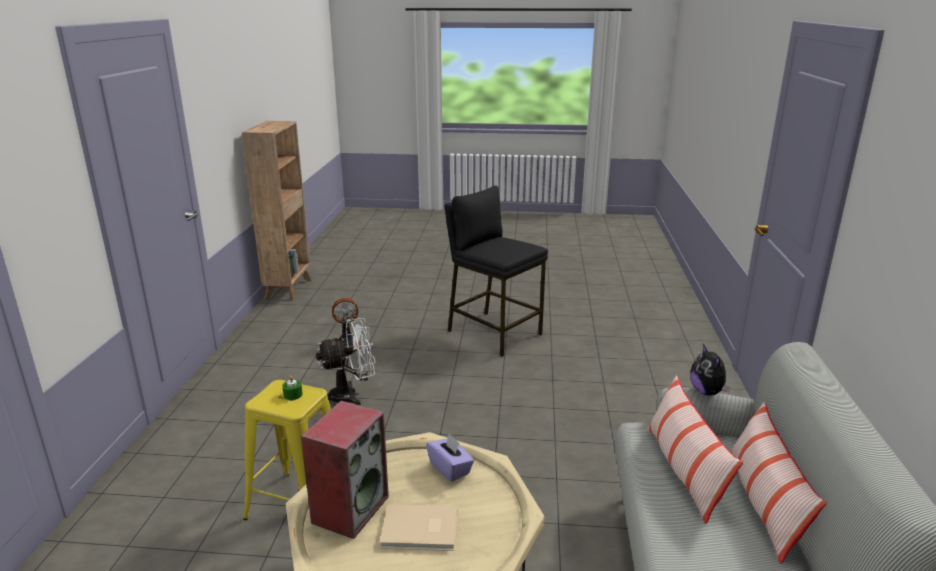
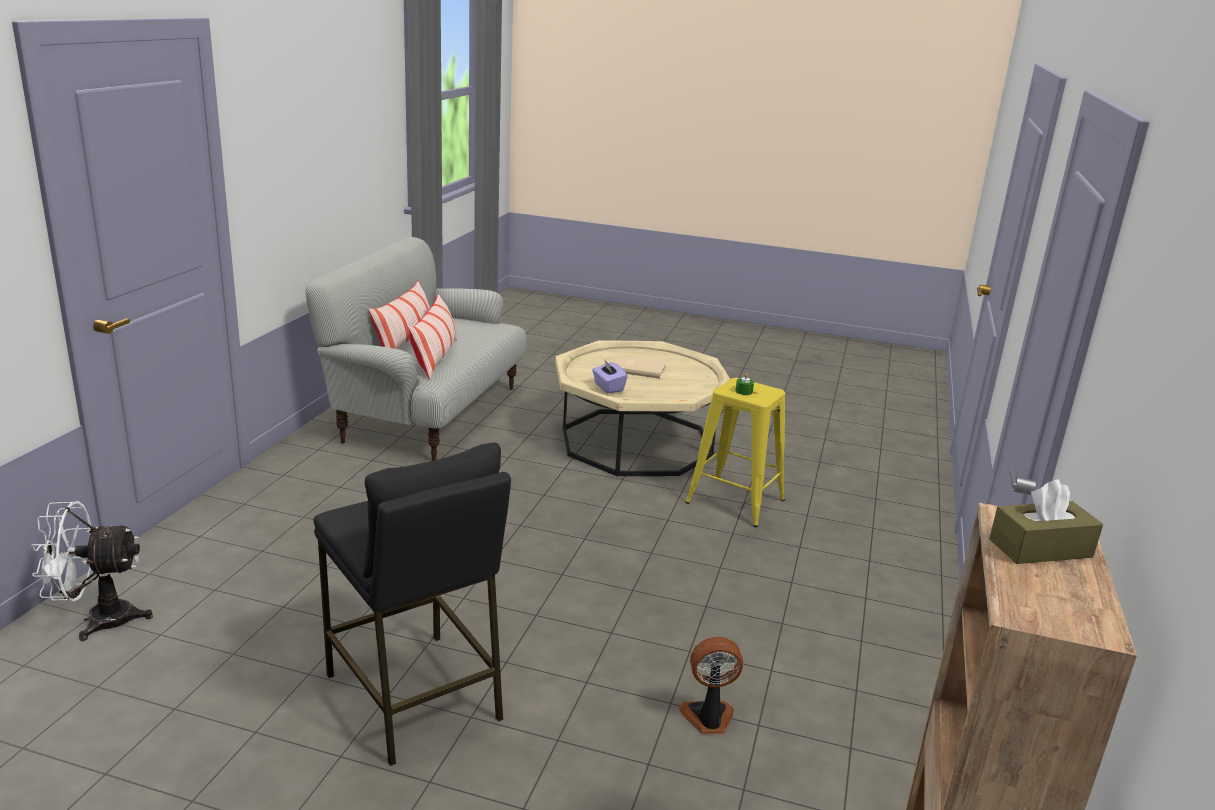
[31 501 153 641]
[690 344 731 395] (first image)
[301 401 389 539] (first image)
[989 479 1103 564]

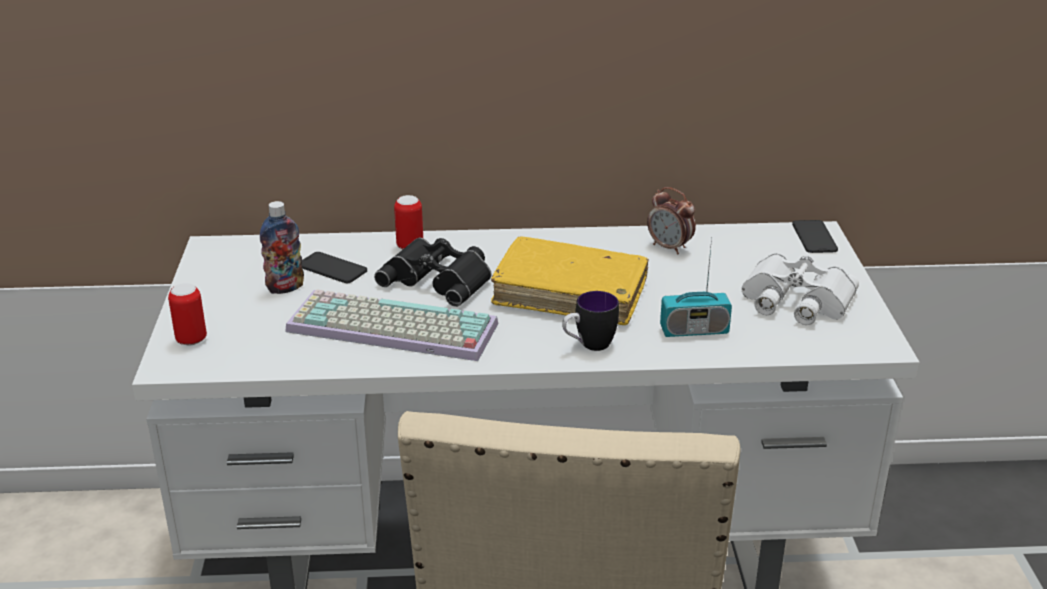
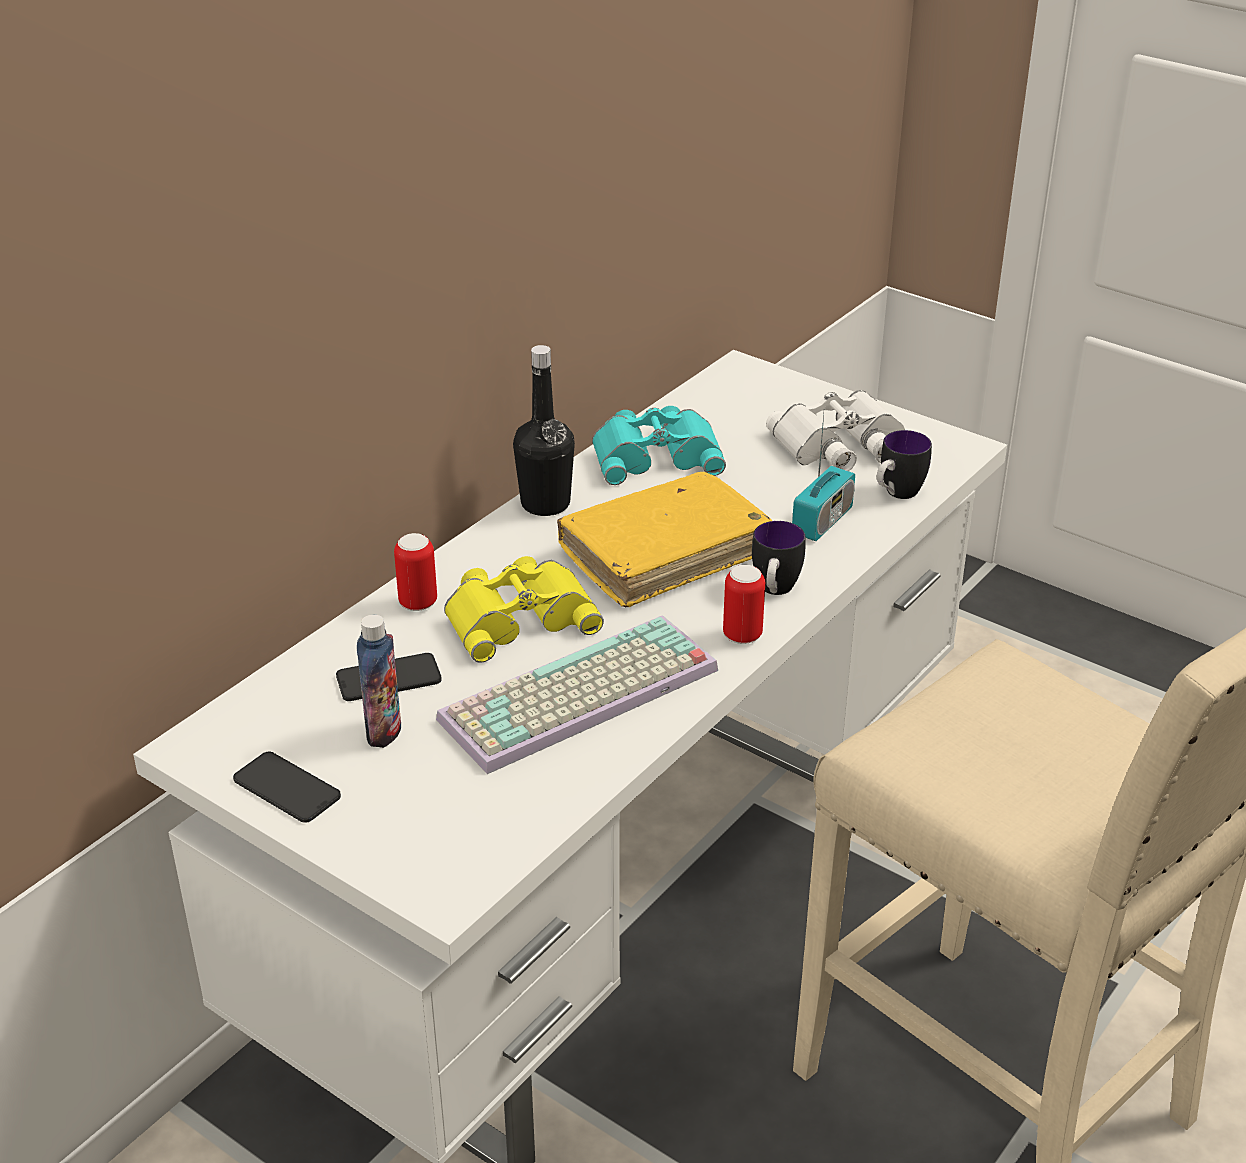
[592 406 726 485]
[233 752 341 823]
[444 556 604 662]
[723 565 765 644]
[513 345 575 516]
[877 430 932 499]

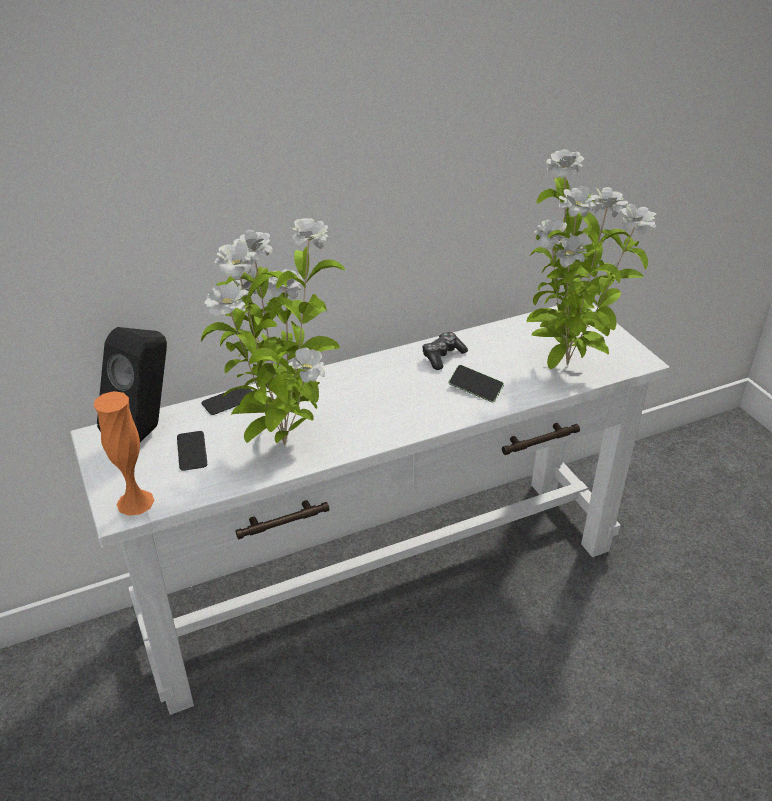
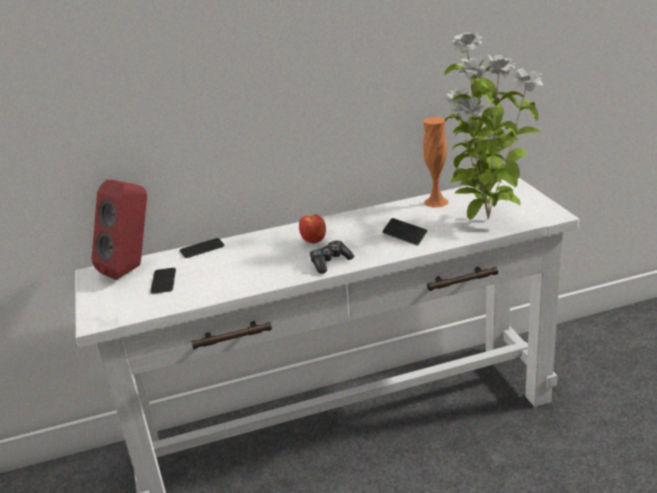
[201 218 345 445] (first image)
[92 180 147 280]
[310 241 354 274]
[423 117 449 208]
[299 214 326 244]

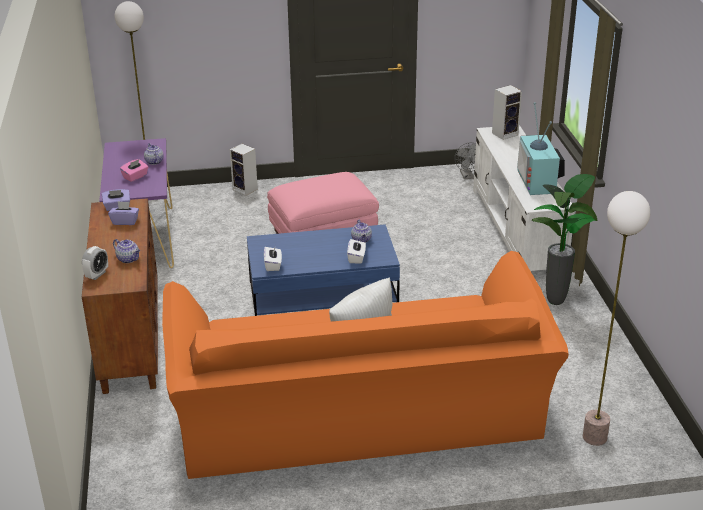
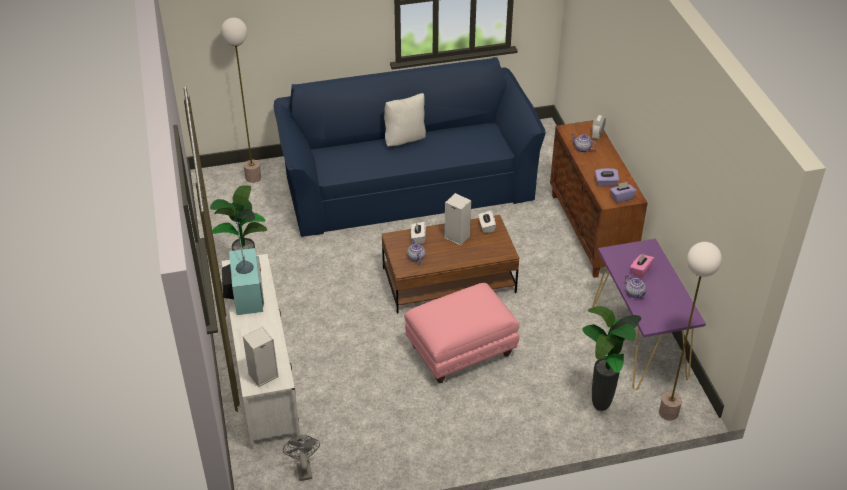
[444 193 472 246]
[382 215 519 314]
[274 57 546 237]
[582 306 641 411]

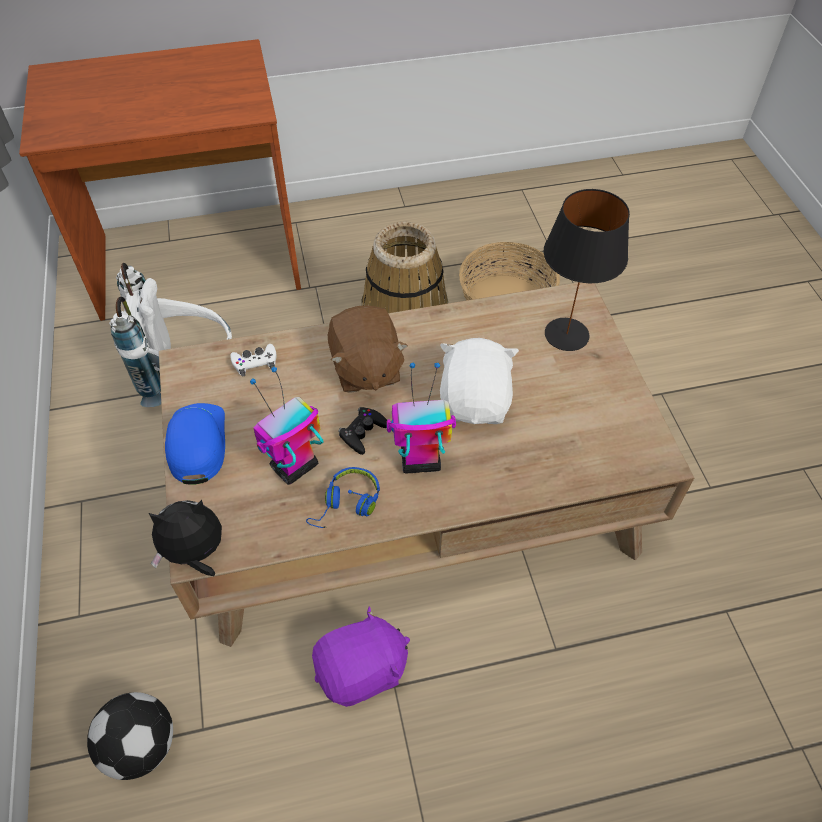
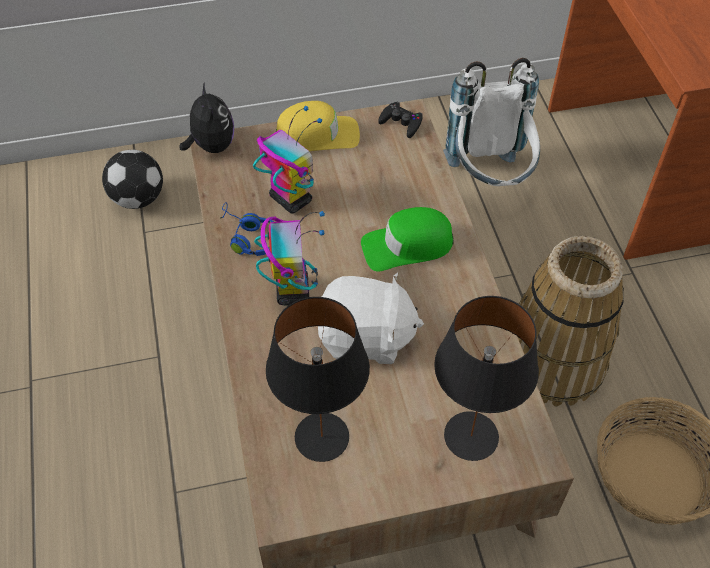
[361 207 454 271]
[230 344 277 377] (first image)
[276 101 360 151]
[378 102 423 138]
[312 607 410 707] (first image)
[266 297 370 462]

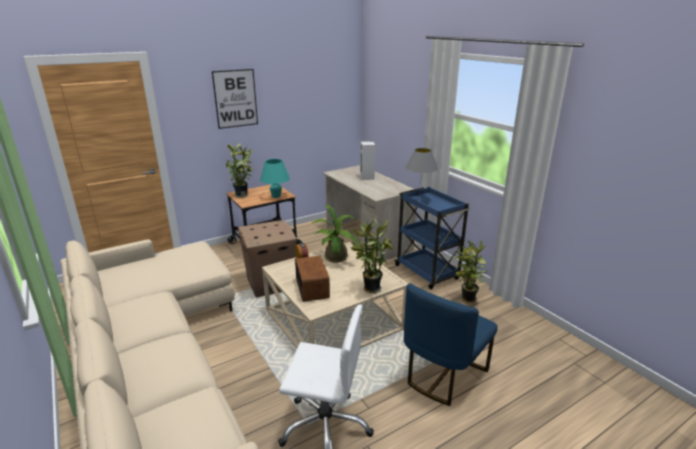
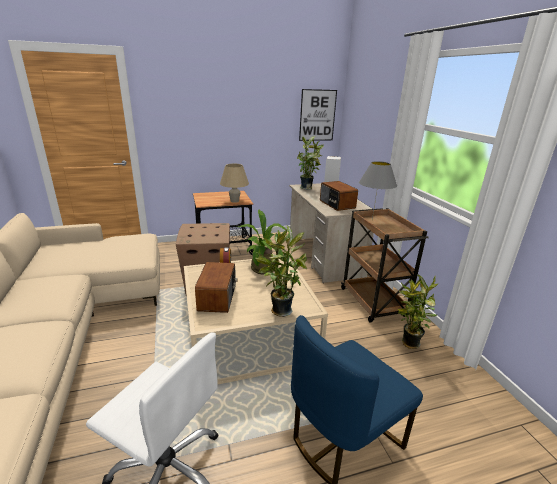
[299 89 337 141]
[297 137 324 190]
[220 164 249 203]
[341 208 429 323]
[320 181 358 211]

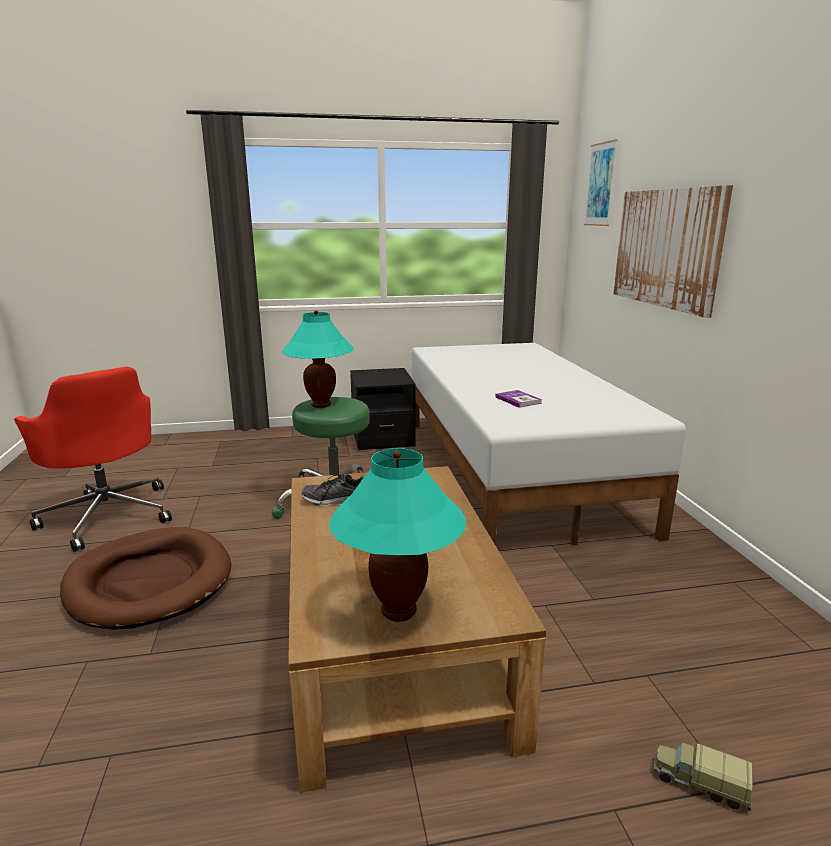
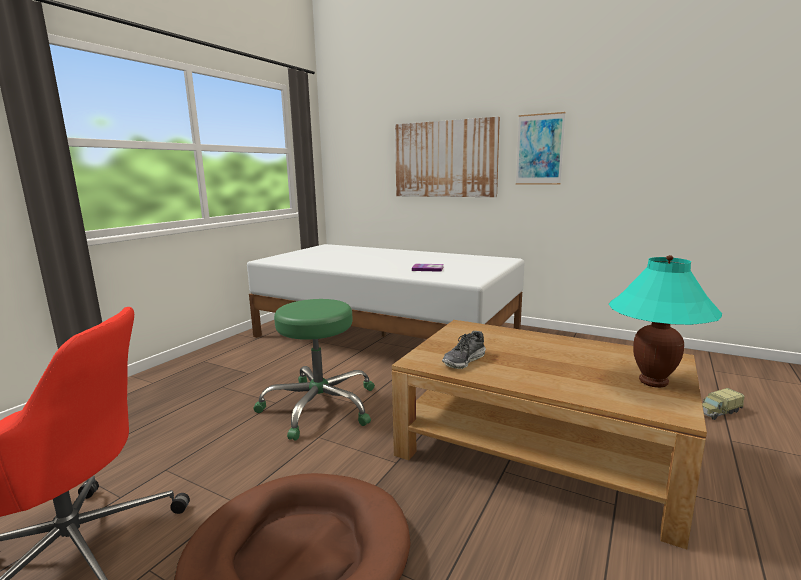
[516 112 565 185]
[282 310 354 408] (first image)
[350 368 416 450] (first image)

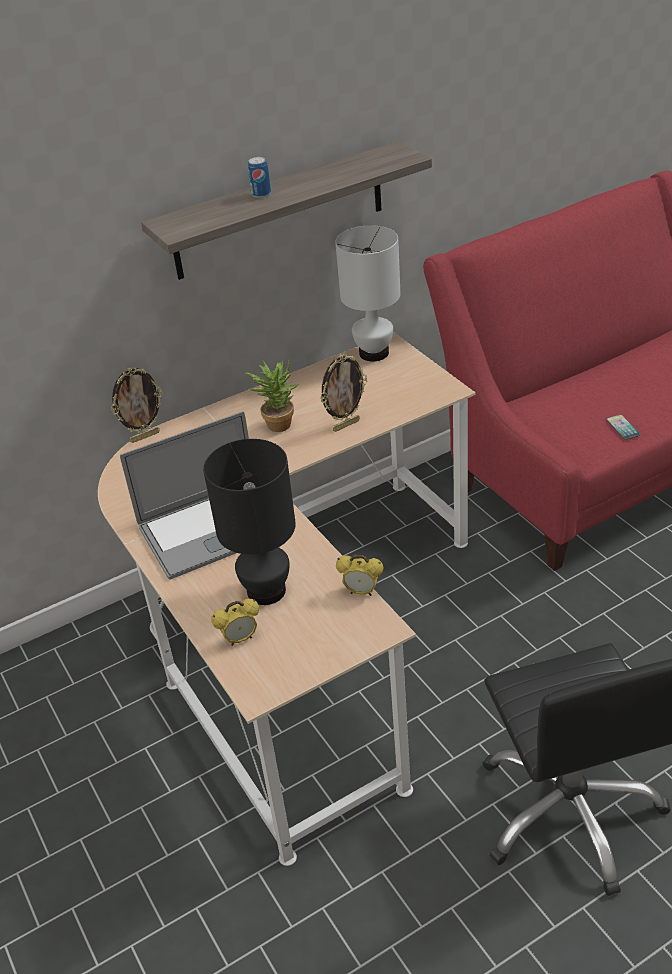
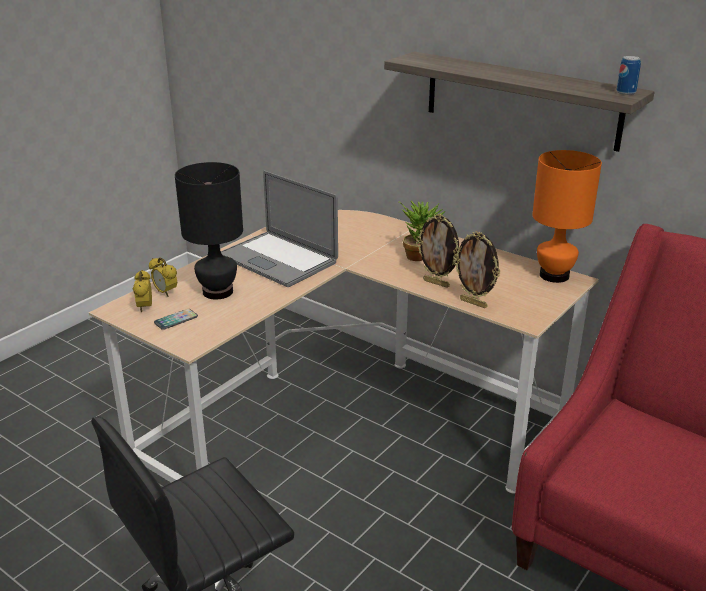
[616 56 641 95]
[532 150 602 283]
[453 231 500 308]
[154 309 198 330]
[133 270 152 313]

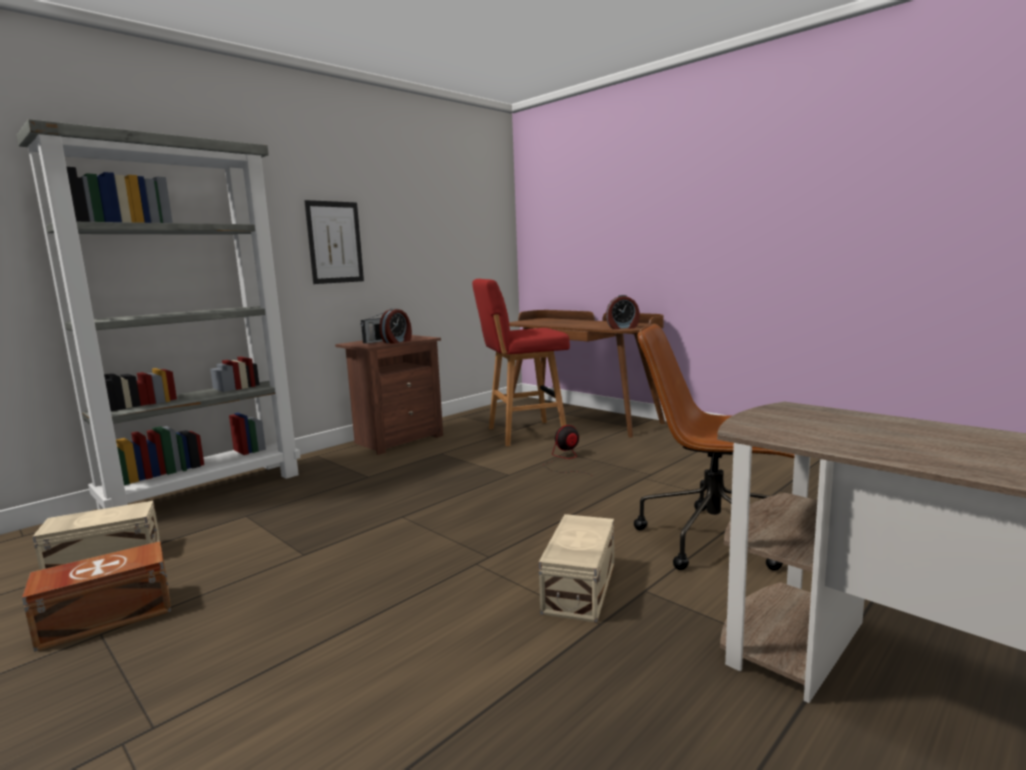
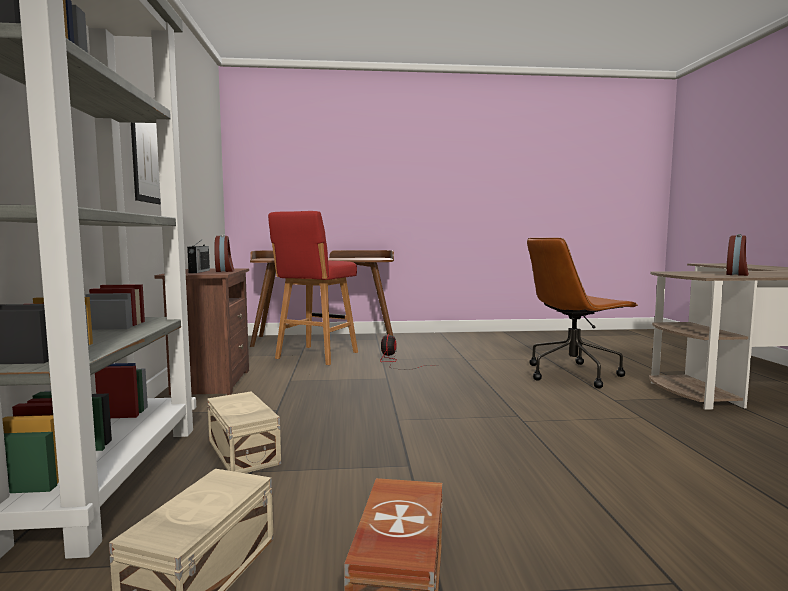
[726 234 749 276]
[207 391 281 473]

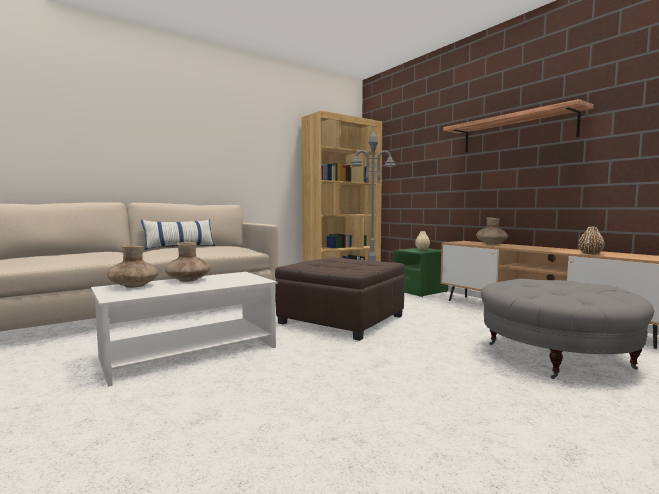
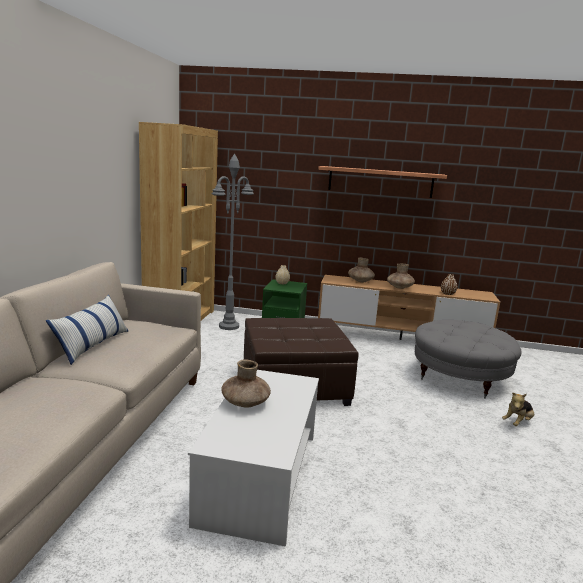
[387 264 415 289]
[502 393 534 426]

